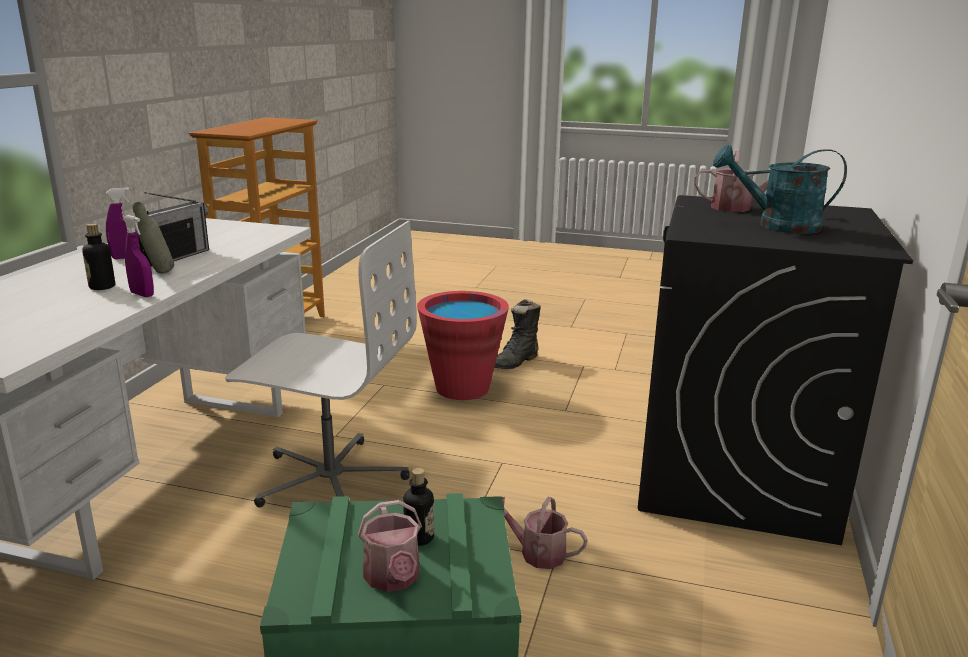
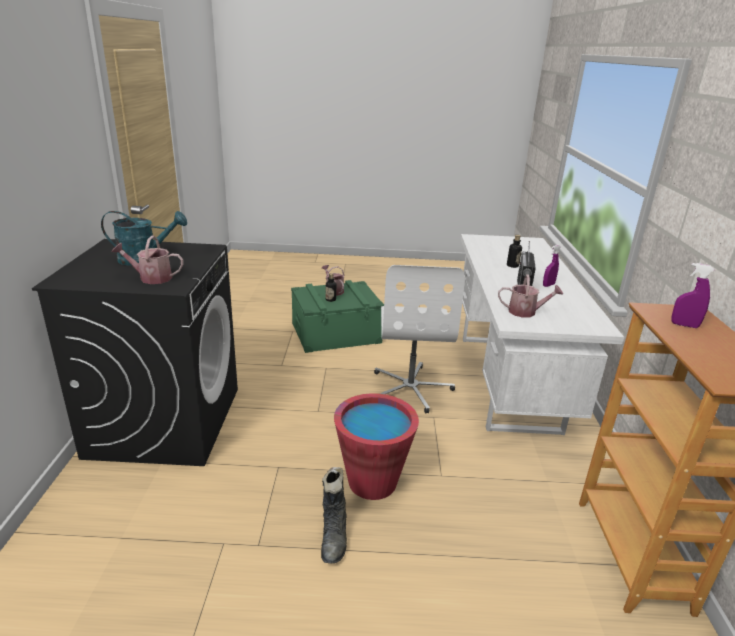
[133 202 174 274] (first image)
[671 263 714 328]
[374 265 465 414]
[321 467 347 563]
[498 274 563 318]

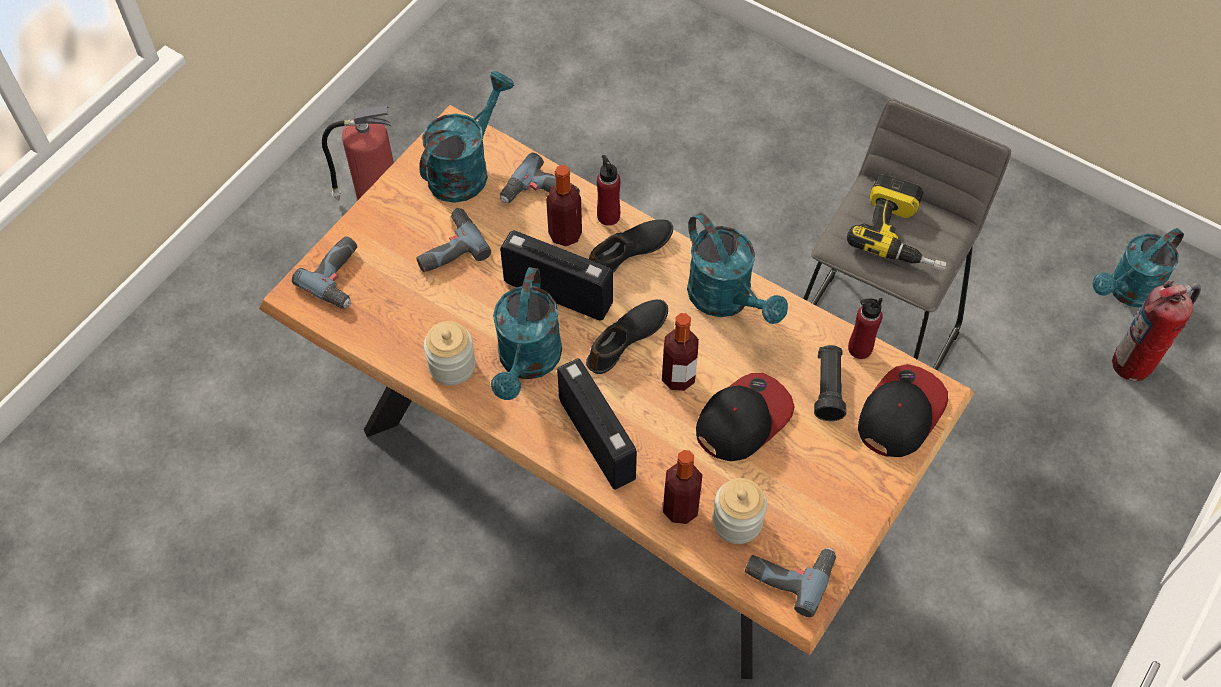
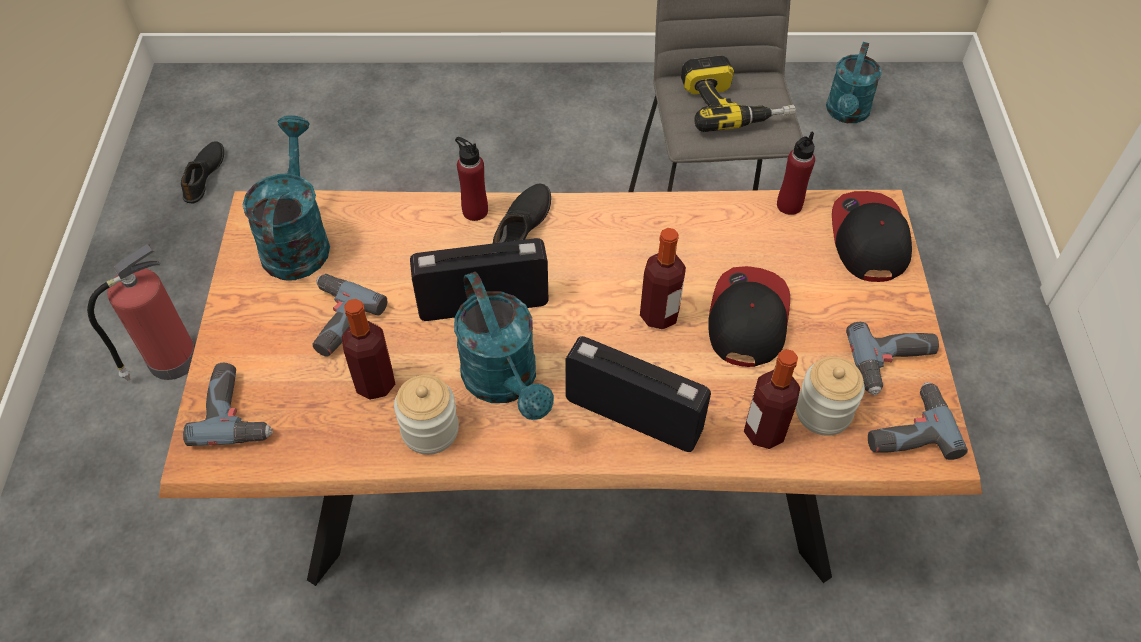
[846 322 939 395]
[342 299 395 400]
[687 213 788 324] (first image)
[1112 279 1201 381] (first image)
[181 141 224 203]
[814 345 846 421] (first image)

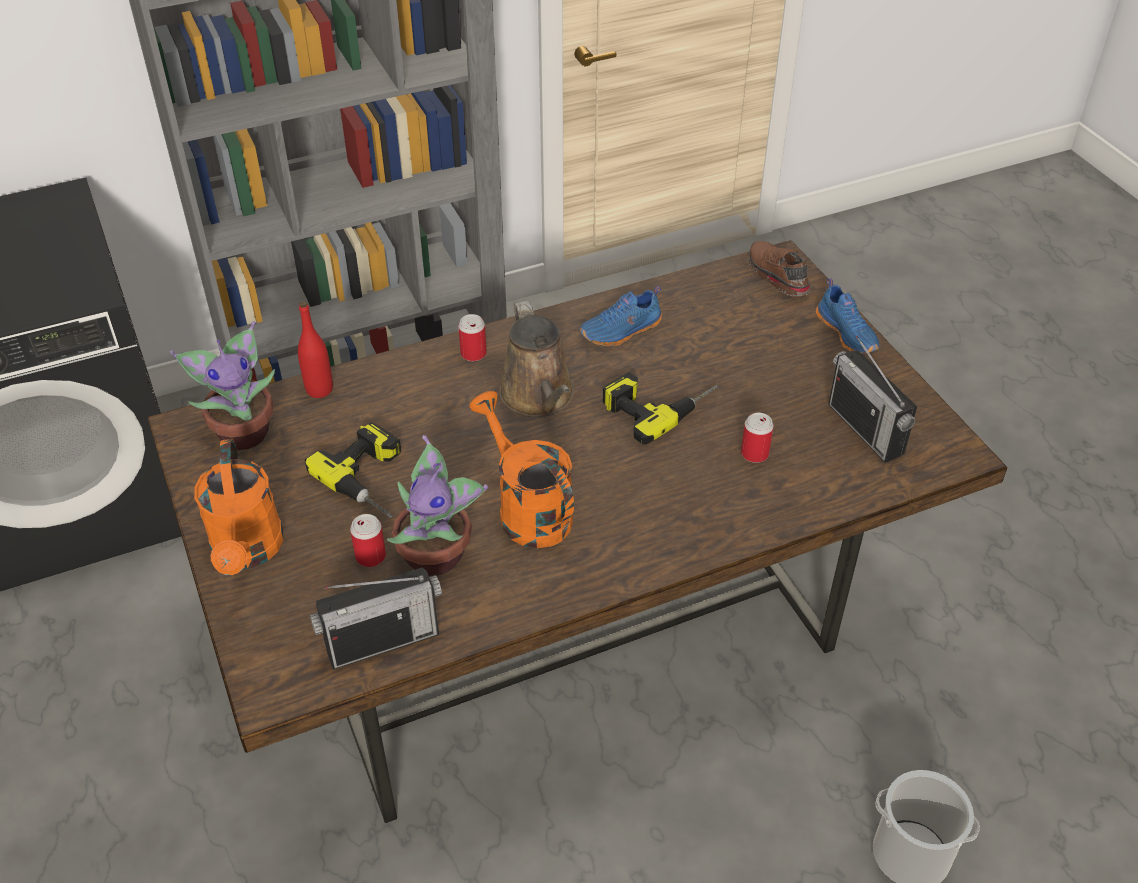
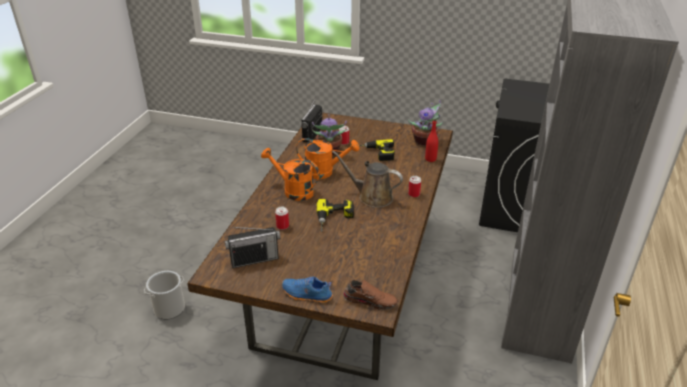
[580 286 662 347] (first image)
[225 227 280 268]
[261 148 320 201]

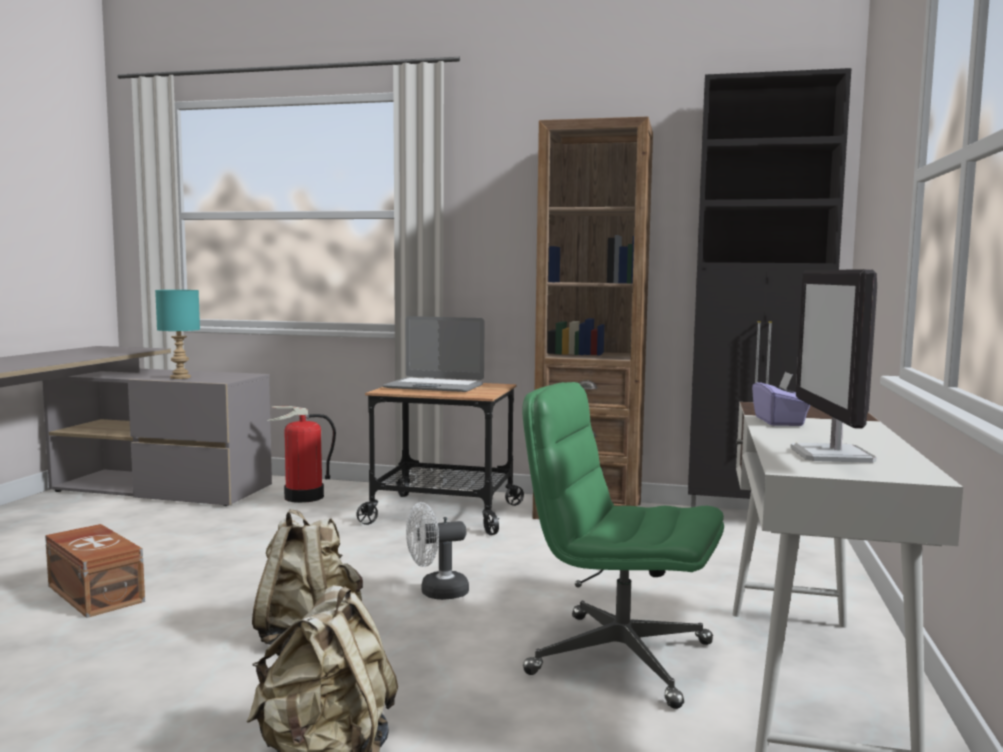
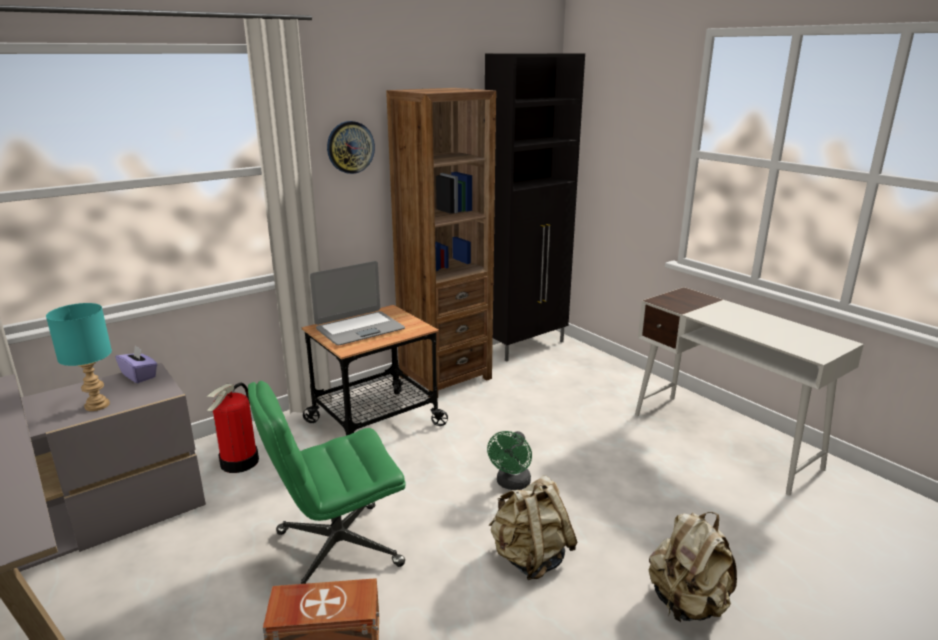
[790 269 877 463] (first image)
[115 345 158 383]
[248 380 406 584]
[487 431 532 490]
[327 121 375 174]

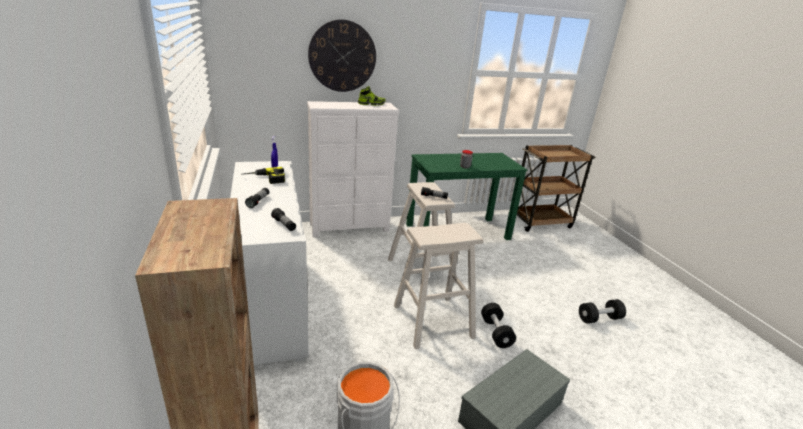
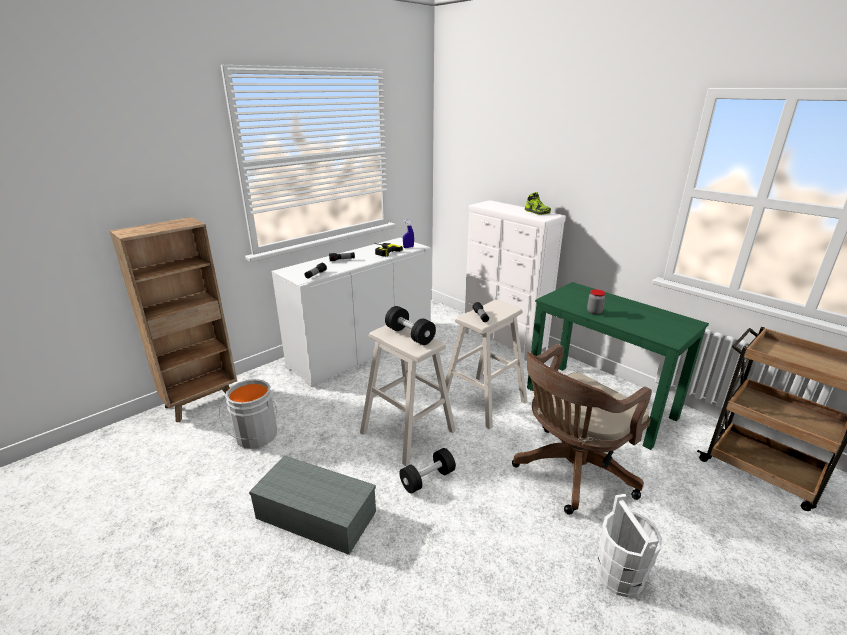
[308 19 376 92] (first image)
[385 306 436 345]
[512 344 652 515]
[597 494 662 597]

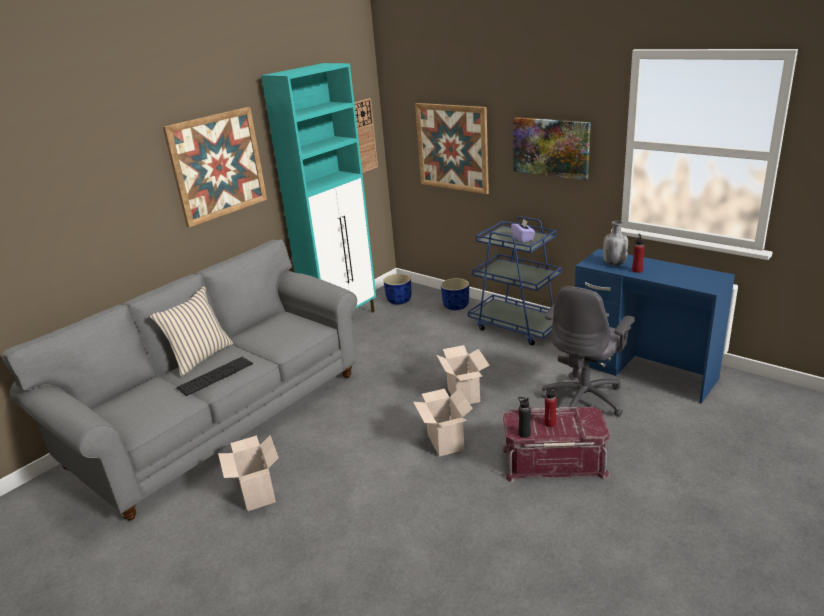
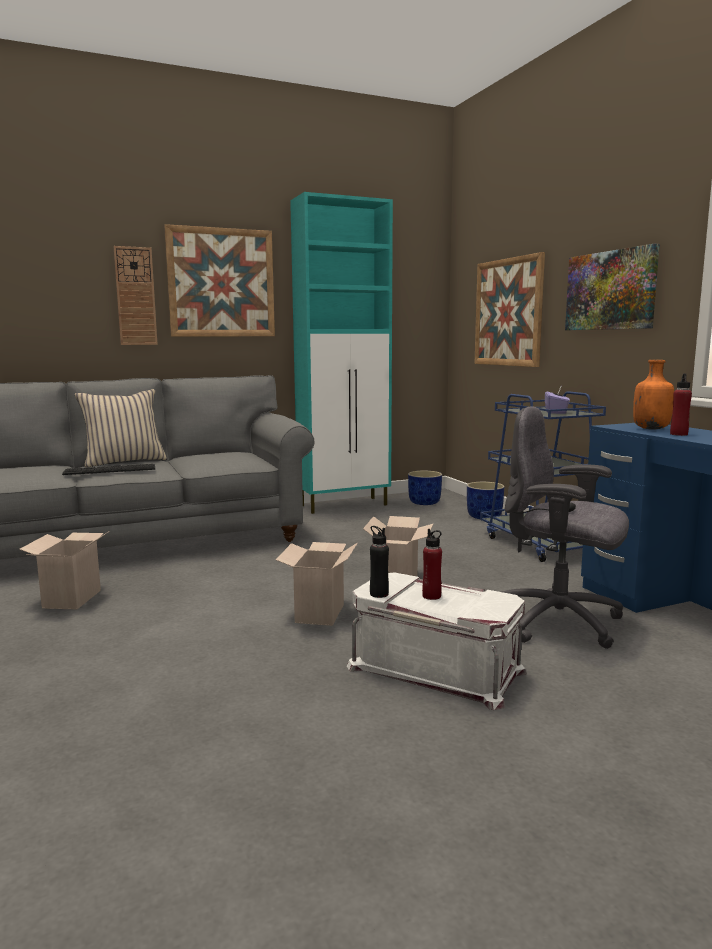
[114 246 158 345]
[633 360 674 430]
[502 406 629 649]
[347 572 527 710]

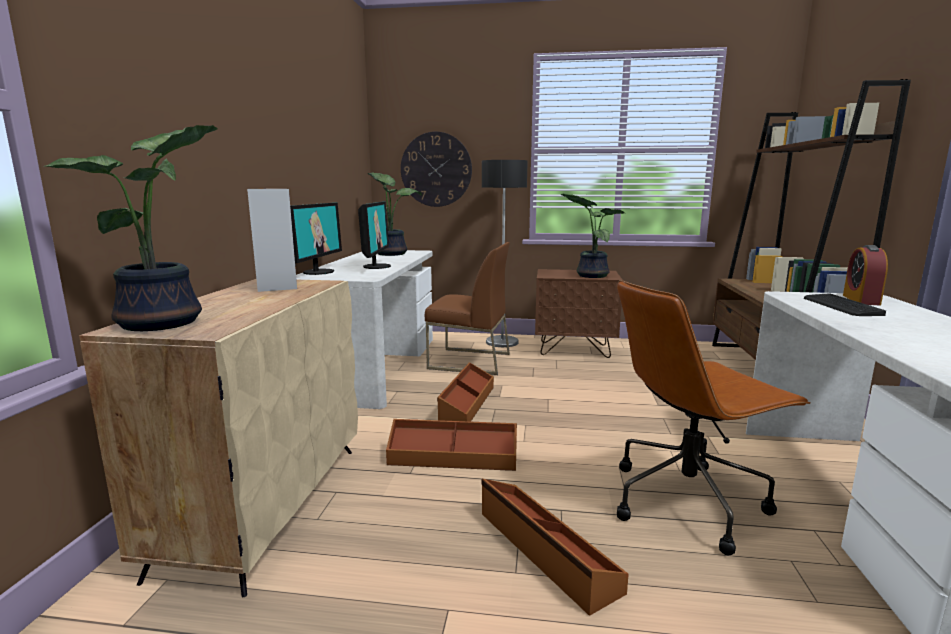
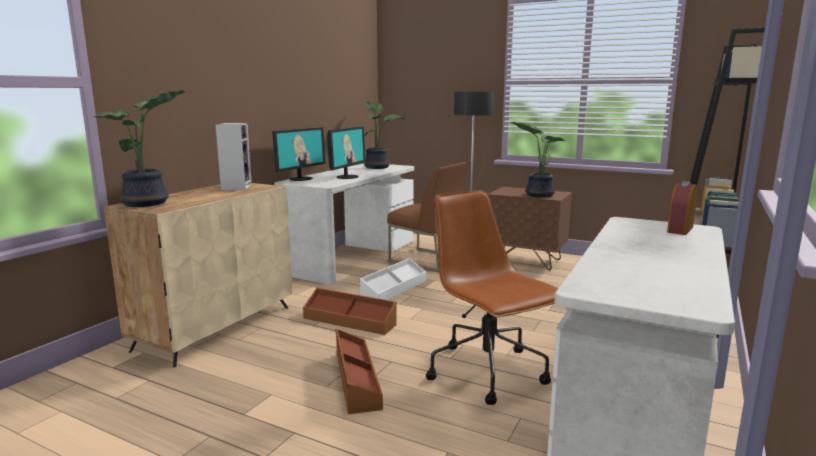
[401 132 472 207] (first image)
[426 191 558 405]
[804 293 886 316] (first image)
[360 258 426 300]

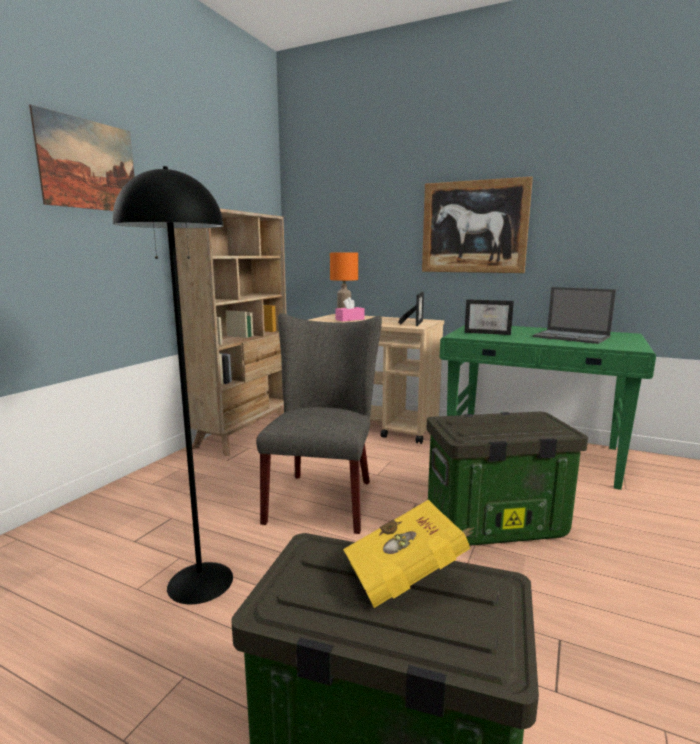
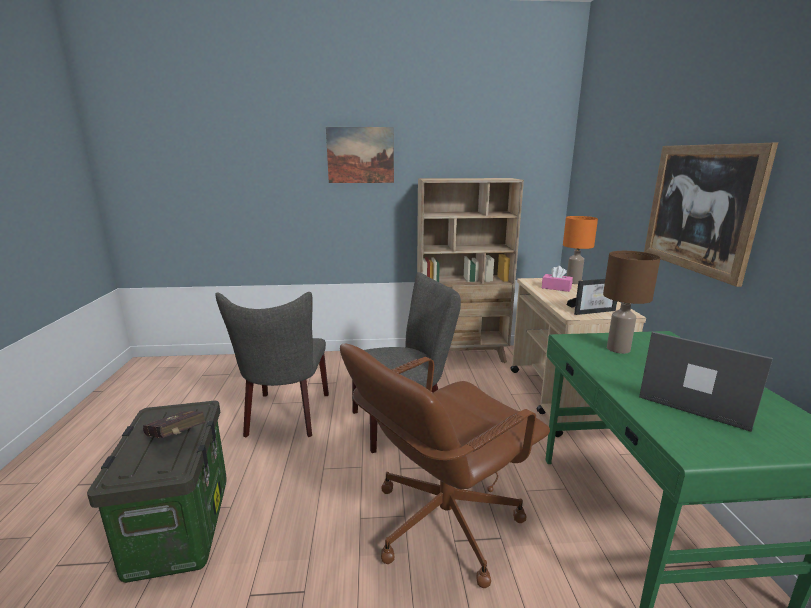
[216 292 329 437]
[639 332 773 431]
[603 251 660 354]
[340 344 550 588]
[143 411 206 438]

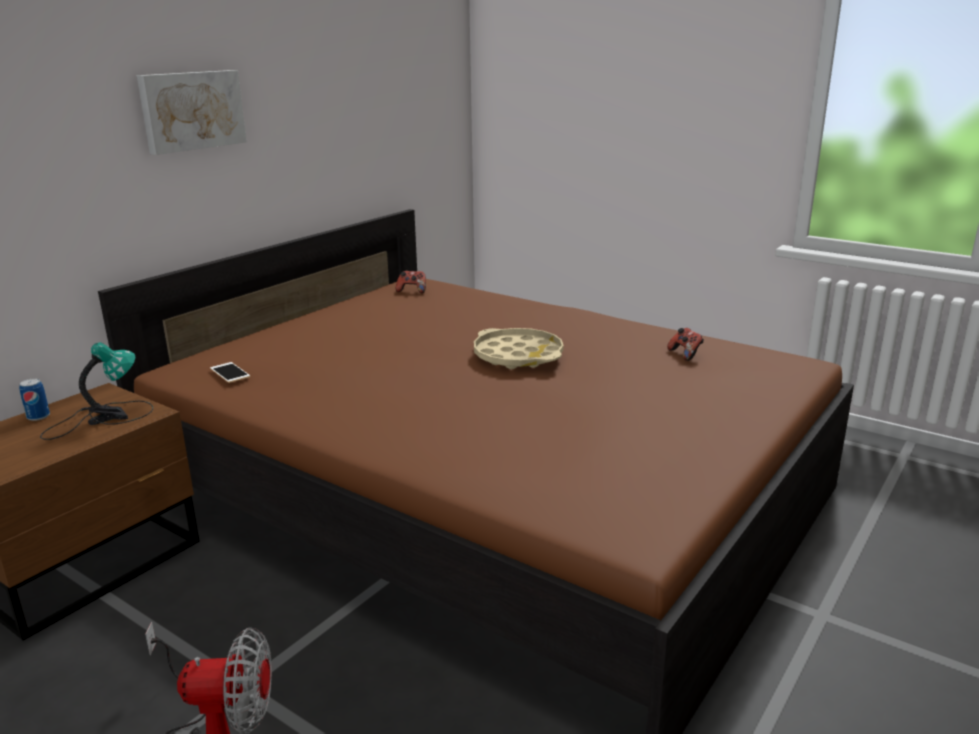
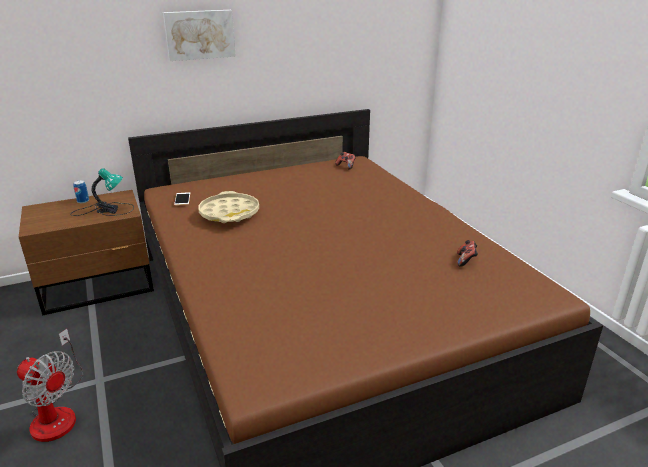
[198 191 259 223]

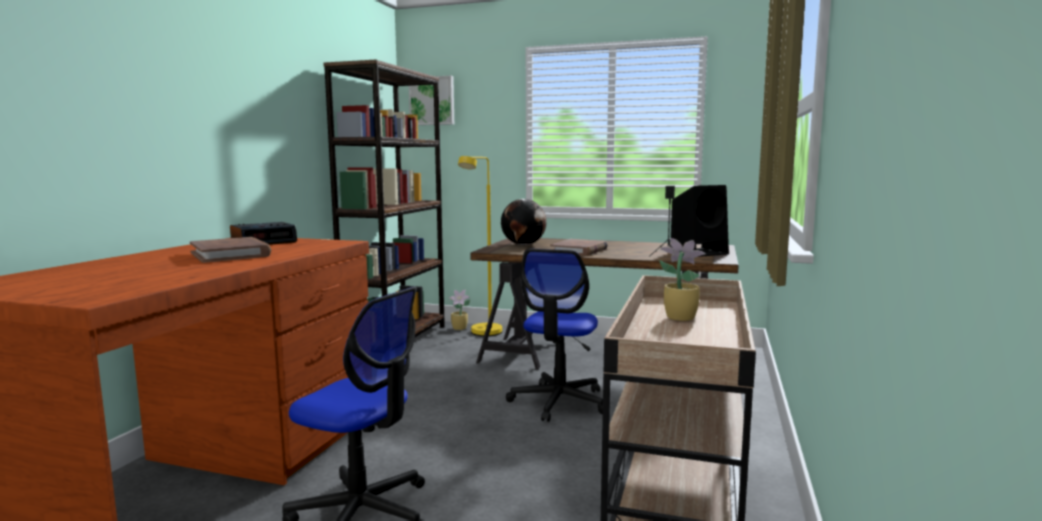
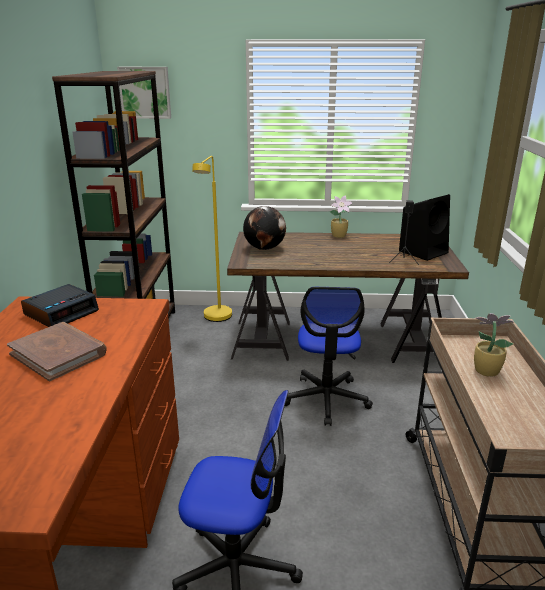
[550 239 608 256] (first image)
[329 195 353 238]

